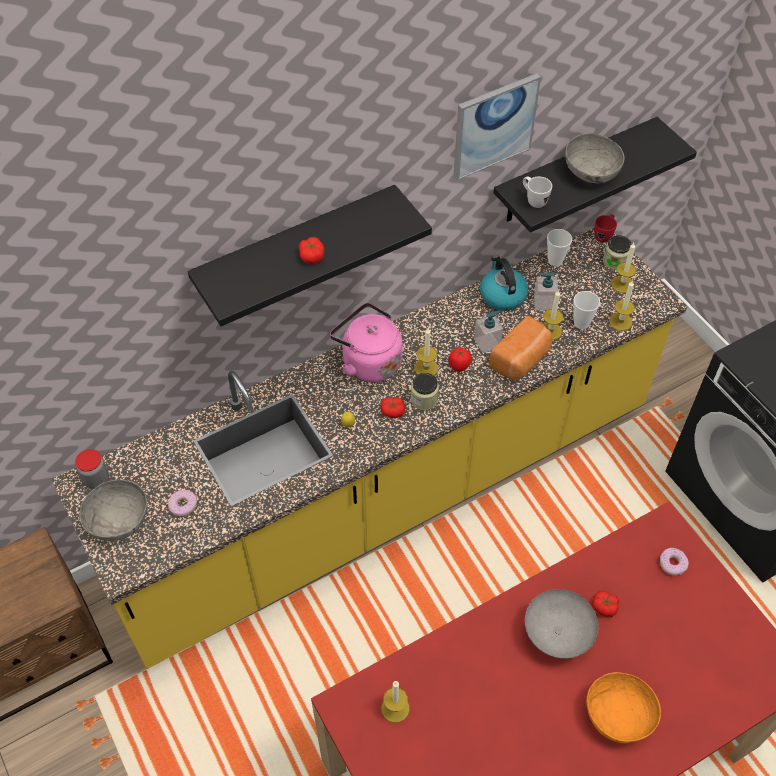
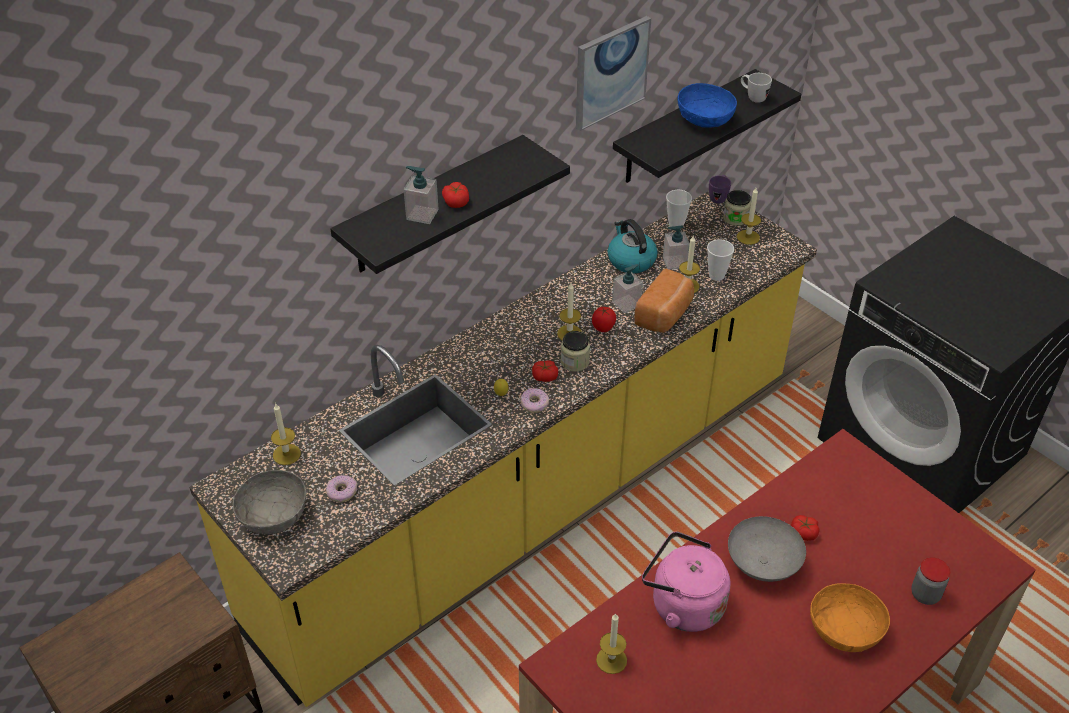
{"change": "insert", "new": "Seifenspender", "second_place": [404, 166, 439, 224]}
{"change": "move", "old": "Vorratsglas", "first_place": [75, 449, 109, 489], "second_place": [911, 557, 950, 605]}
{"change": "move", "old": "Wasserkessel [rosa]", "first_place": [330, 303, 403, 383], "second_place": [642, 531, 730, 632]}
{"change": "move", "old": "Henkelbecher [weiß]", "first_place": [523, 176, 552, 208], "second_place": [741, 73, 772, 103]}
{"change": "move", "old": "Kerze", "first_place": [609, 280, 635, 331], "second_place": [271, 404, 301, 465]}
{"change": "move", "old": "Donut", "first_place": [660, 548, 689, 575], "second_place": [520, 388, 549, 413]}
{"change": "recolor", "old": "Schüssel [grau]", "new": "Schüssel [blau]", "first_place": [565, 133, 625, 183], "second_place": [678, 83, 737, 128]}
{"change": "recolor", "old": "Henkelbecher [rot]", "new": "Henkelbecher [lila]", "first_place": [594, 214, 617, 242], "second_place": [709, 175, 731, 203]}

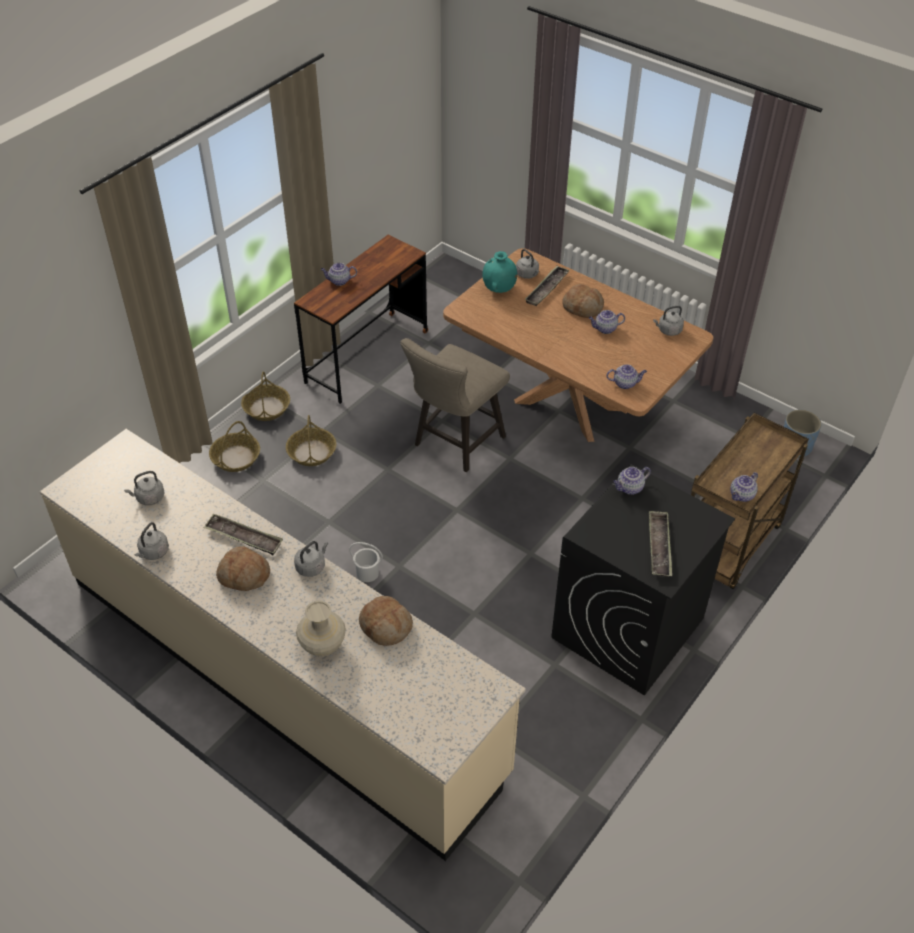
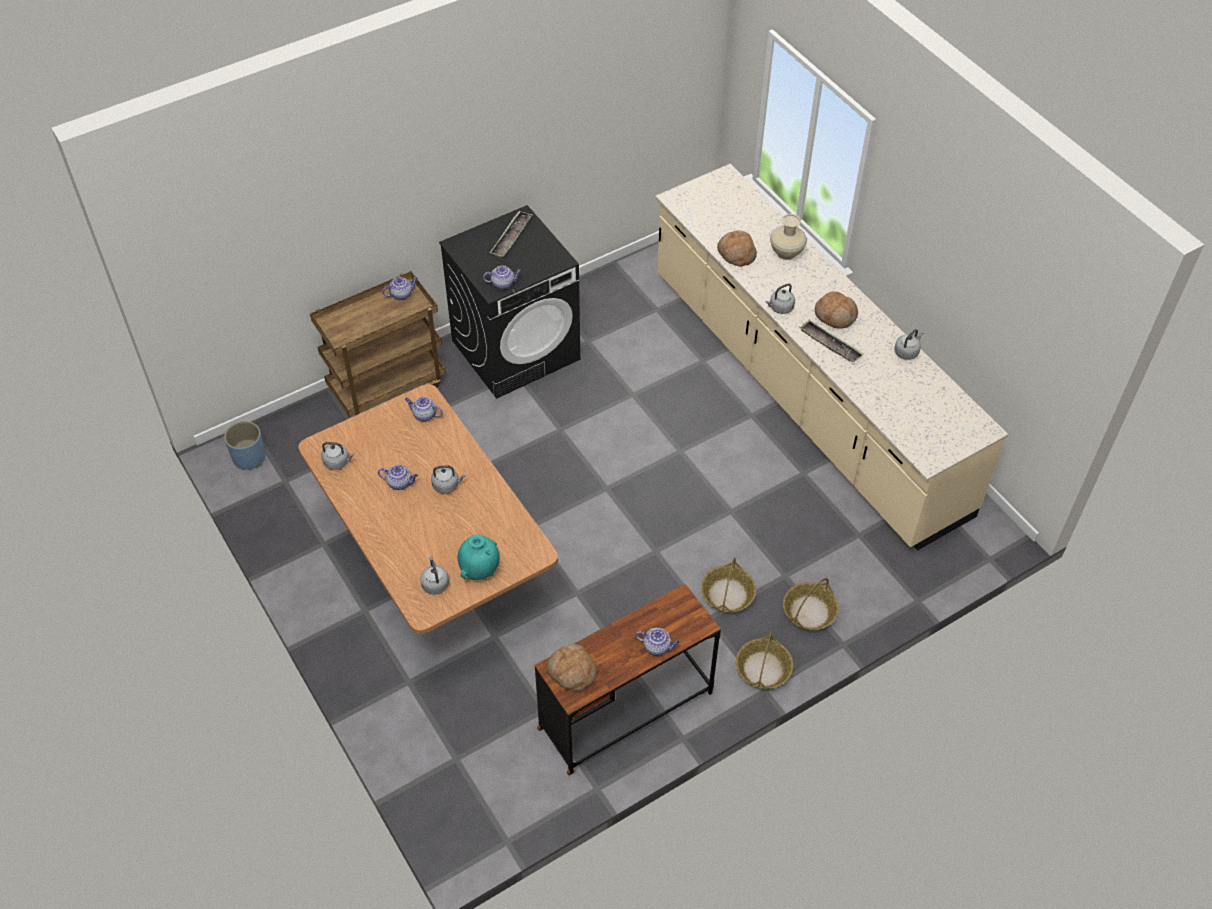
{"change": "delete", "old": "Eimer [weiß]", "first_place": [349, 542, 383, 582]}
{"change": "delete", "old": "Hocker [beige]", "first_place": [400, 338, 510, 472]}
{"change": "delete", "old": "Tablett", "first_place": [524, 266, 570, 306]}
{"change": "move", "old": "Wasserkessel [grau]", "first_place": [124, 471, 164, 505], "second_place": [431, 466, 466, 494]}
{"change": "move", "old": "Brot", "first_place": [562, 284, 604, 318], "second_place": [546, 644, 597, 691]}

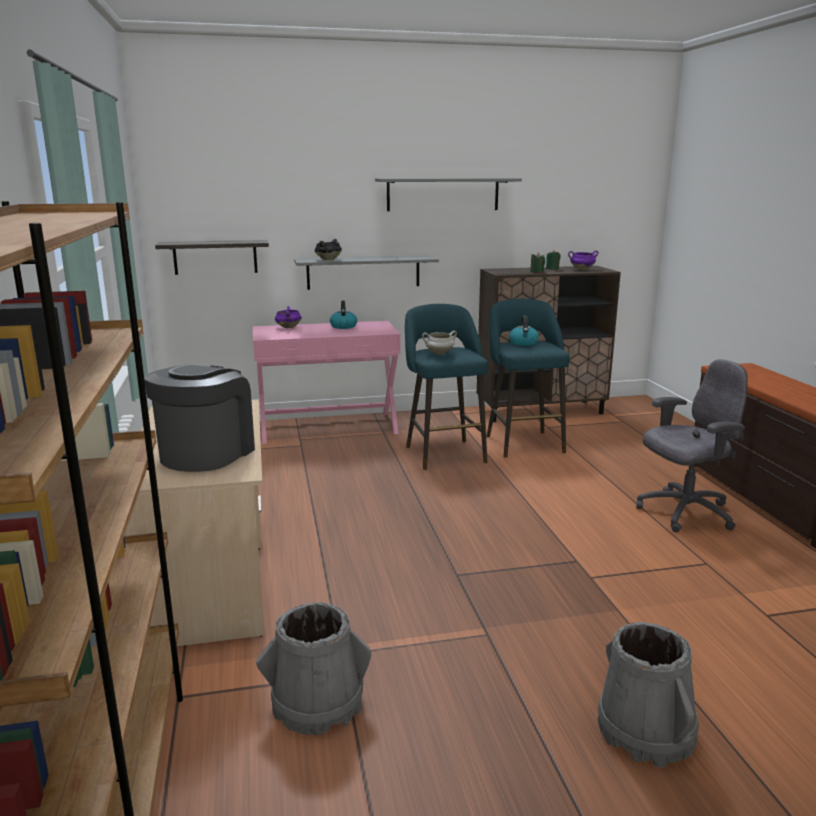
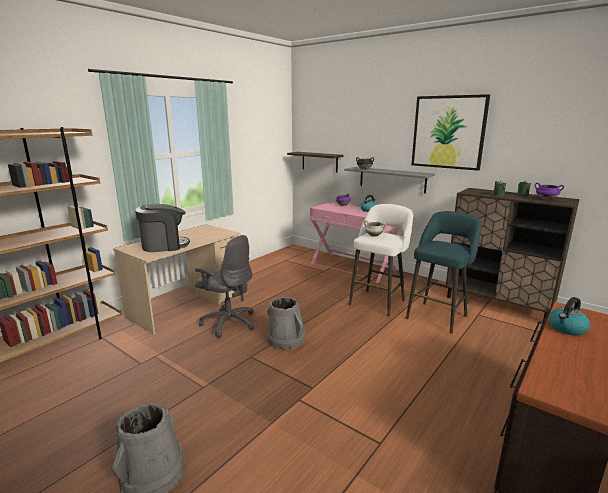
{"change": "move", "old": "Eimer [grau]", "first_place": [256, 602, 371, 735], "second_place": [267, 297, 306, 350]}
{"change": "move", "old": "Wasserkessel", "first_place": [509, 315, 539, 346], "second_place": [549, 297, 590, 335]}
{"change": "move", "old": "Bürostuhl [grau]", "first_place": [636, 359, 748, 532], "second_place": [195, 235, 254, 338]}
{"change": "replace", "old": "Wandregal [grau]", "new": "Bild", "first_place": [375, 178, 522, 211], "second_place": [411, 94, 490, 171]}
{"change": "recolor", "old": "Hocker [türkis]", "new": "Hocker [weiß]", "first_place": [405, 304, 488, 470], "second_place": [349, 204, 413, 316]}

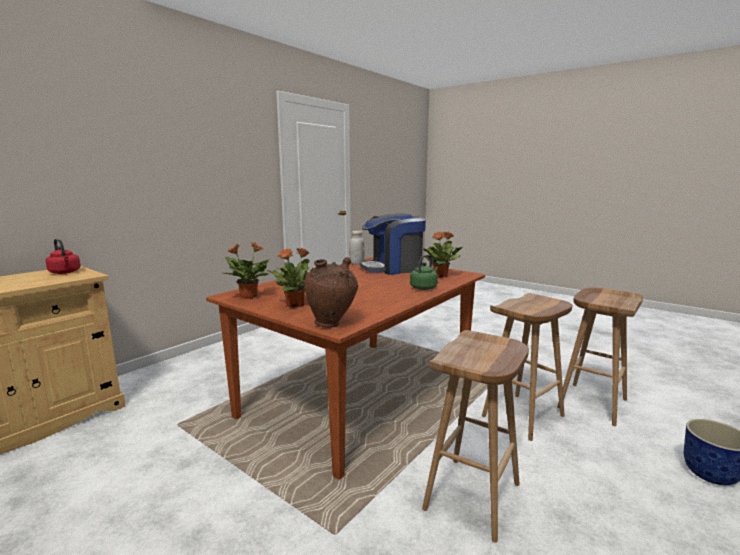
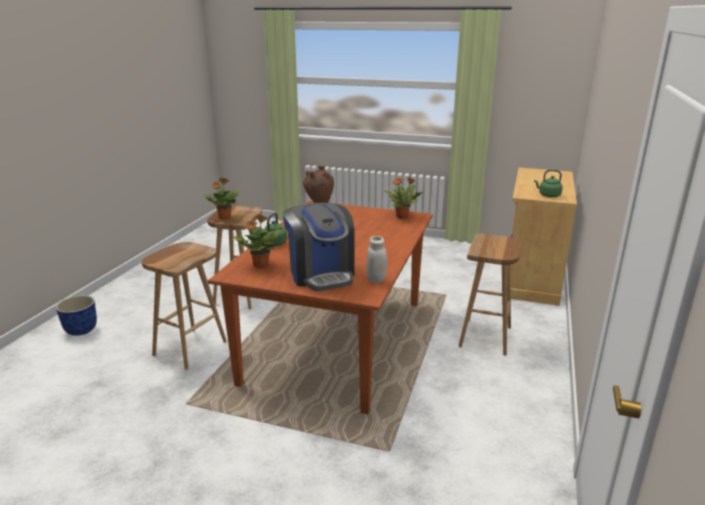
{"change": "move", "old": "Topfpflanze", "first_place": [266, 248, 313, 308], "second_place": [203, 178, 240, 220]}
{"change": "move", "old": "Hocker [braun]", "first_place": [557, 288, 643, 426], "second_place": [459, 233, 522, 356]}
{"change": "recolor", "old": "Wasserkessel [rot]", "new": "Wasserkessel [grün]", "first_place": [46, 239, 81, 274], "second_place": [534, 170, 563, 197]}
{"change": "rotate", "old": "Kaffeemaschine", "first_place": [360, 213, 426, 275], "second_place": [283, 203, 355, 291], "degrees": 105}

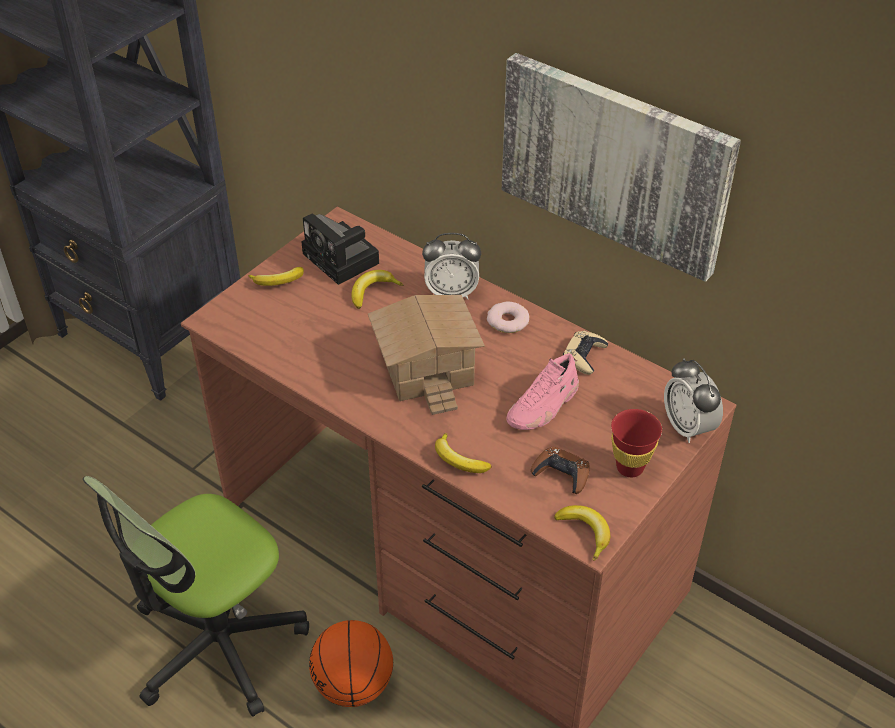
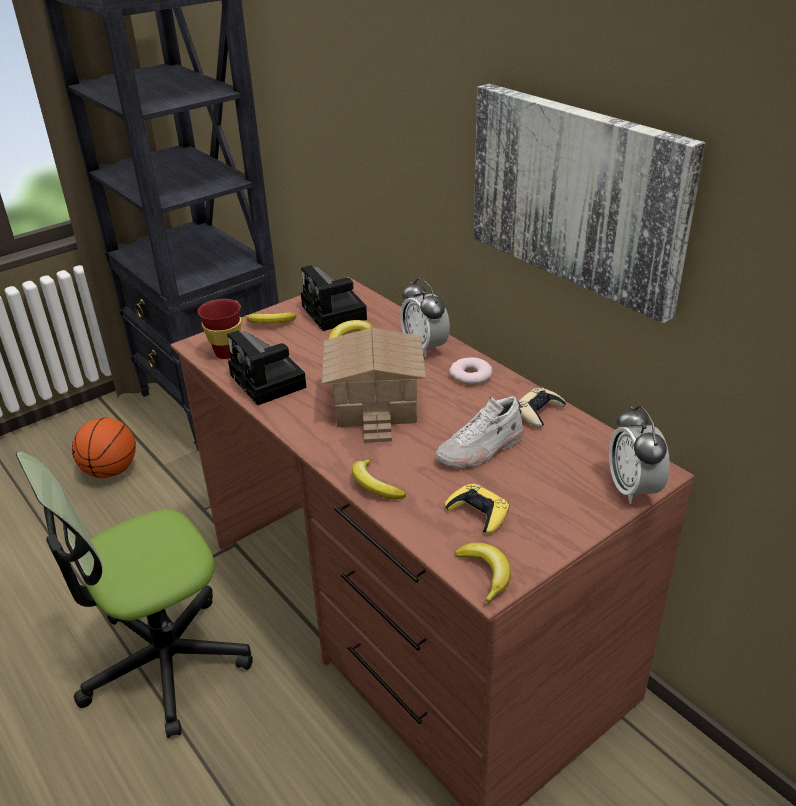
{"change": "insert", "new": "Kamera", "second_place": [227, 330, 307, 406]}
{"change": "move", "old": "Basketball", "first_place": [309, 620, 393, 707], "second_place": [72, 417, 136, 478]}
{"change": "move", "old": "Tasse [rot]", "first_place": [611, 409, 662, 477], "second_place": [198, 299, 241, 359]}
{"change": "recolor", "old": "Schuh [rosa]", "new": "Schuh [weiß]", "first_place": [506, 353, 579, 430], "second_place": [436, 396, 524, 468]}
{"change": "recolor", "old": "Gamepad [braun]", "new": "Gamepad [gelb]", "first_place": [531, 447, 589, 494], "second_place": [445, 484, 510, 535]}
{"change": "rotate", "old": "Wecker", "first_place": [422, 233, 481, 300], "second_place": [400, 278, 450, 358], "degrees": 45}

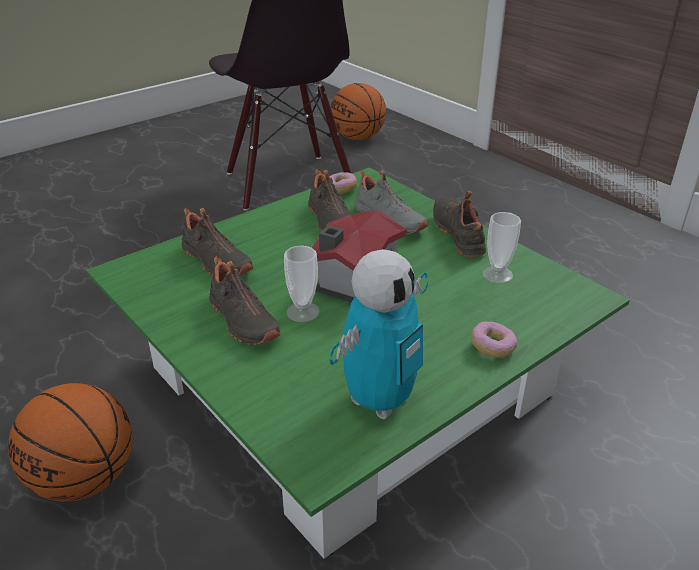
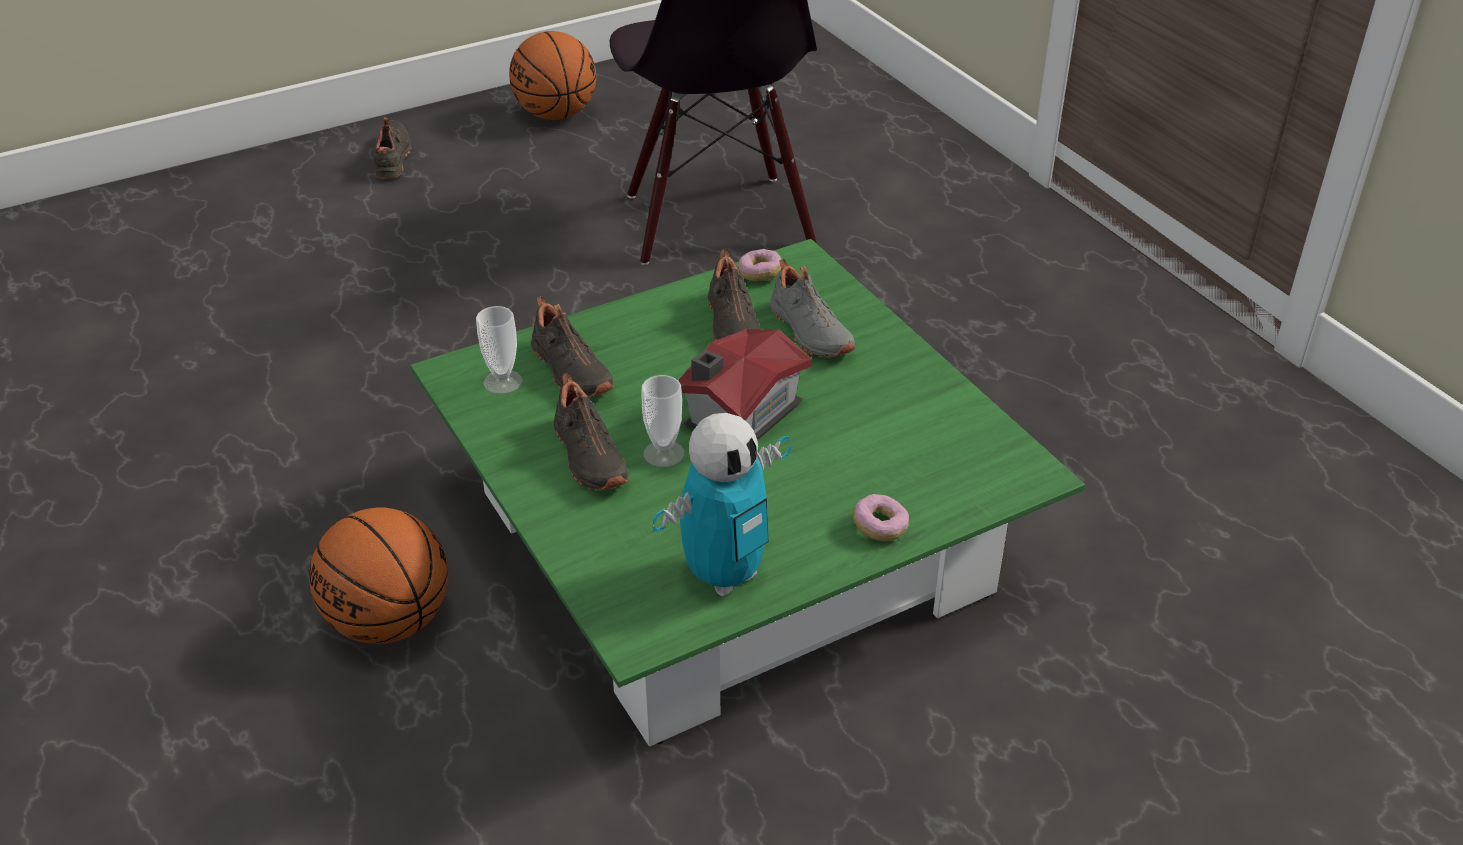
{"change": "move", "old": "Basketball", "first_place": [331, 83, 386, 140], "second_place": [509, 31, 596, 120]}
{"change": "move", "old": "Schuh [schwarz]", "first_place": [433, 191, 486, 257], "second_place": [374, 117, 411, 179]}
{"change": "move", "old": "Tasse", "first_place": [482, 212, 521, 284], "second_place": [476, 306, 522, 394]}

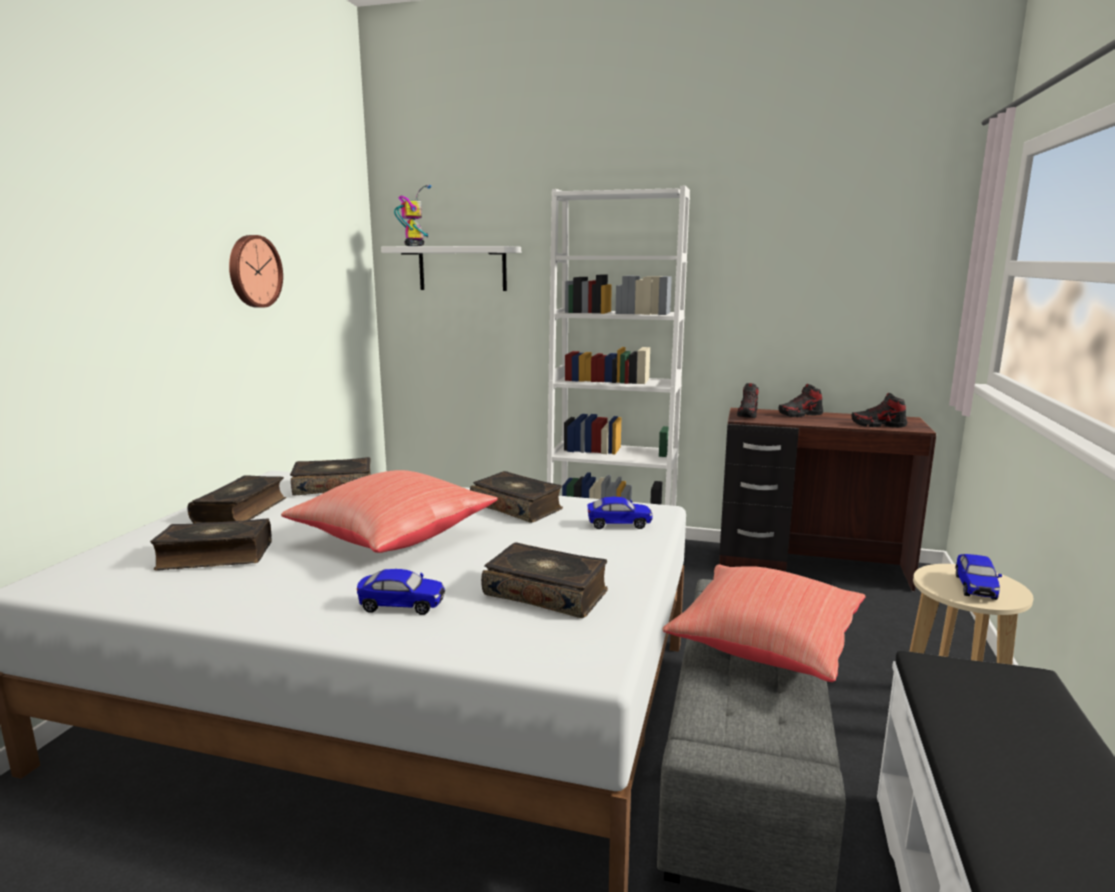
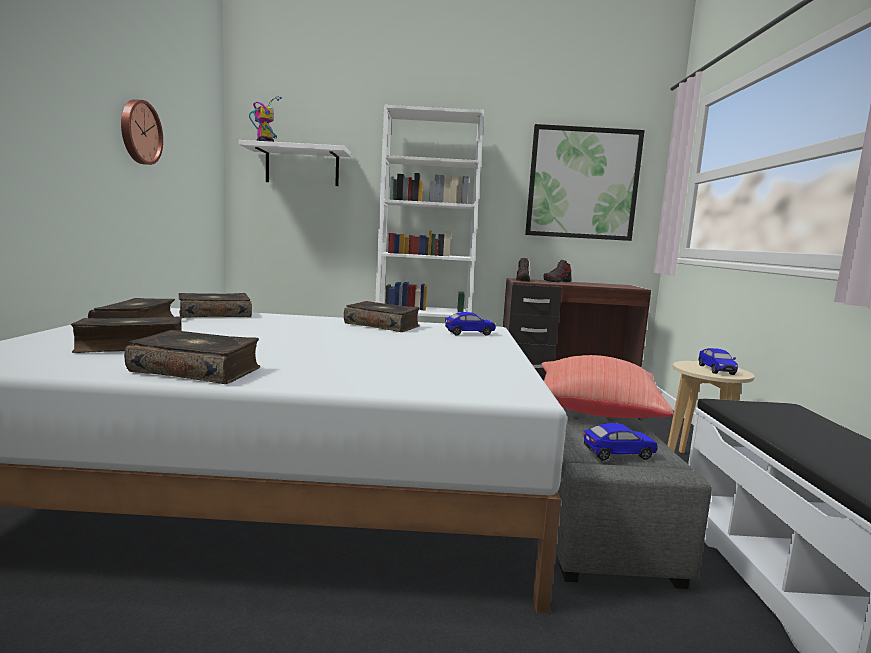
{"change": "delete", "old": "Kissen [rot]", "first_place": [281, 470, 498, 553]}
{"change": "delete", "old": "Schuh", "first_place": [852, 393, 907, 428]}
{"change": "insert", "new": "Bild", "second_place": [525, 124, 645, 241]}
{"change": "move", "old": "Spielzeugauto", "first_place": [357, 569, 445, 615], "second_place": [584, 423, 658, 461]}
{"change": "move", "old": "Buch", "first_place": [481, 543, 608, 618], "second_place": [124, 330, 260, 384]}

